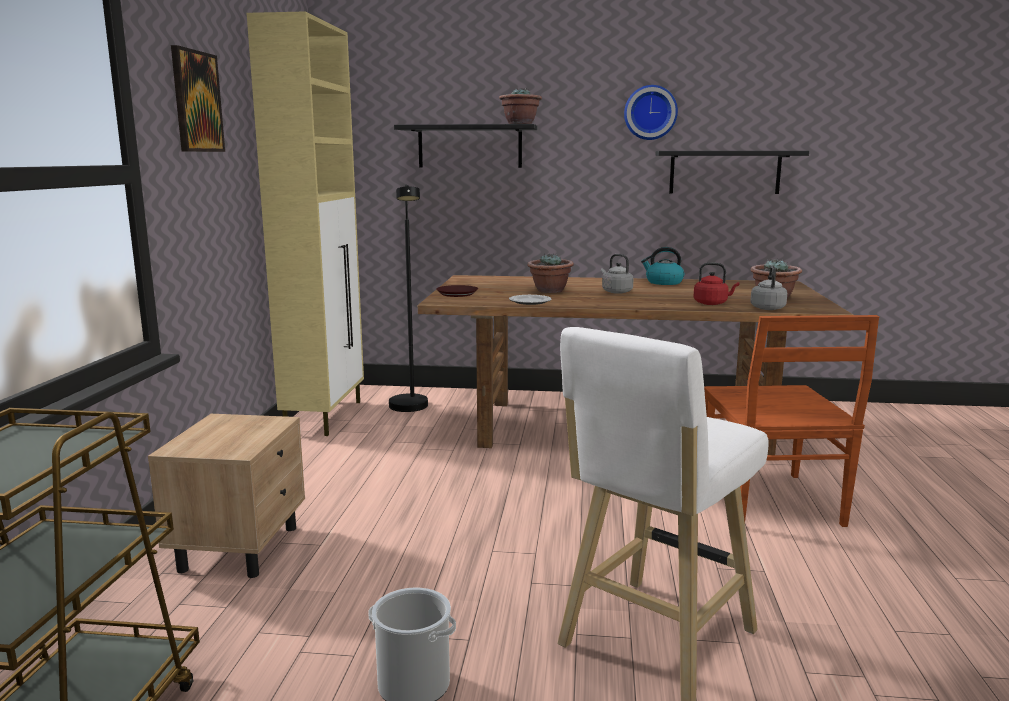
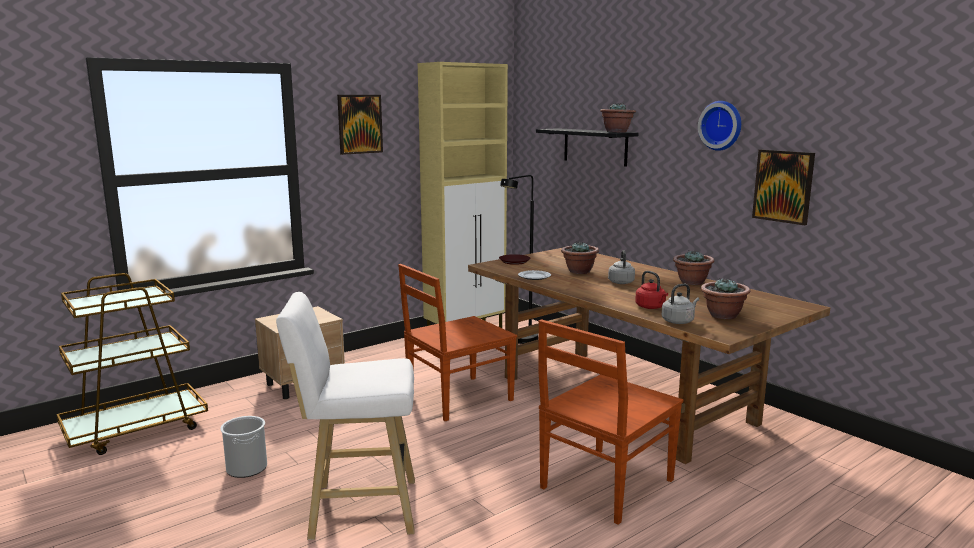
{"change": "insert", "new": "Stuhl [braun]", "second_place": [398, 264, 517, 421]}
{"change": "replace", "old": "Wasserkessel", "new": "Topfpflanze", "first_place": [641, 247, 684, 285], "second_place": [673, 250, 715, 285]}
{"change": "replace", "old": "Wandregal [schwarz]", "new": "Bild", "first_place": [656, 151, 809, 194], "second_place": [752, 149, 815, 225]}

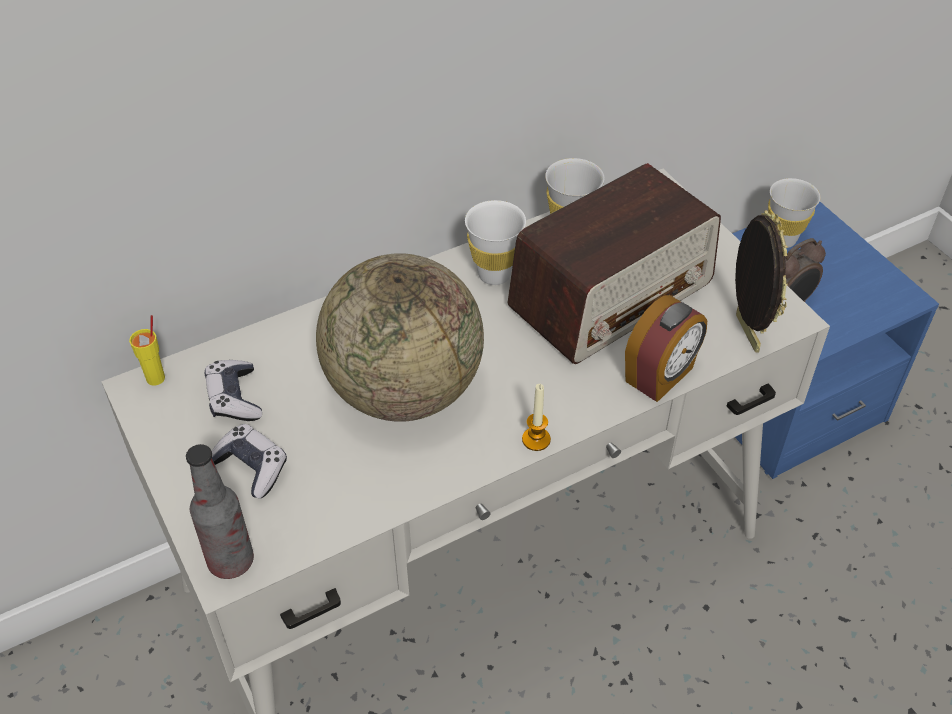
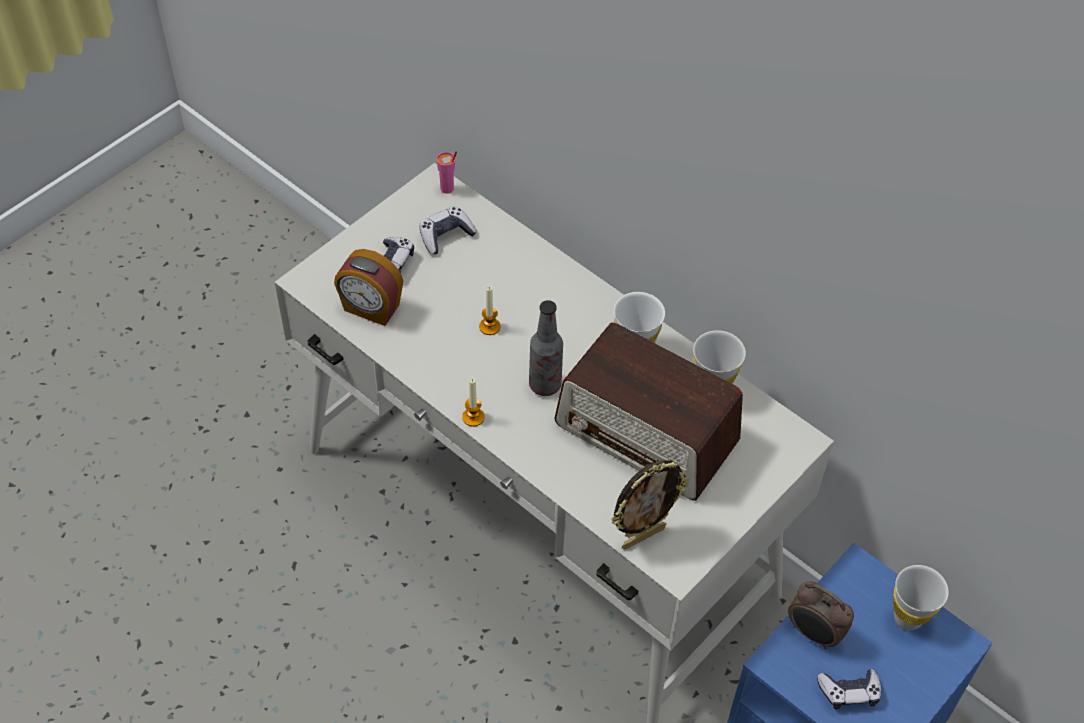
{"change": "insert", "new": "Gamepad", "second_place": [817, 669, 881, 709]}
{"change": "move", "old": "Flasche", "first_place": [186, 444, 254, 579], "second_place": [529, 300, 563, 396]}
{"change": "move", "old": "Wecker", "first_place": [625, 295, 707, 402], "second_place": [334, 249, 403, 326]}
{"change": "replace", "old": "Globus", "new": "Kerze", "first_place": [316, 253, 484, 422], "second_place": [479, 286, 500, 335]}
{"change": "recolor", "old": "Tasse [gelb]", "new": "Tasse [rosa]", "first_place": [129, 315, 165, 386], "second_place": [437, 151, 457, 194]}

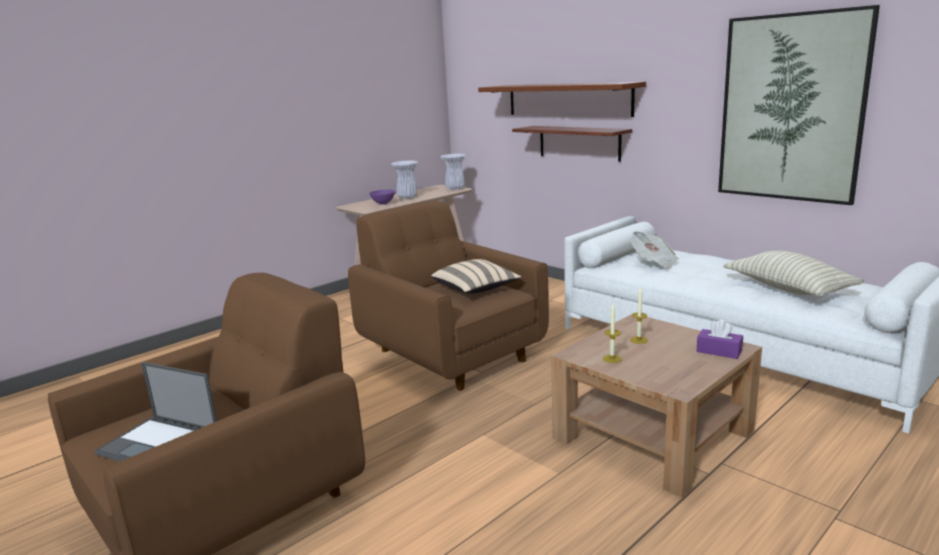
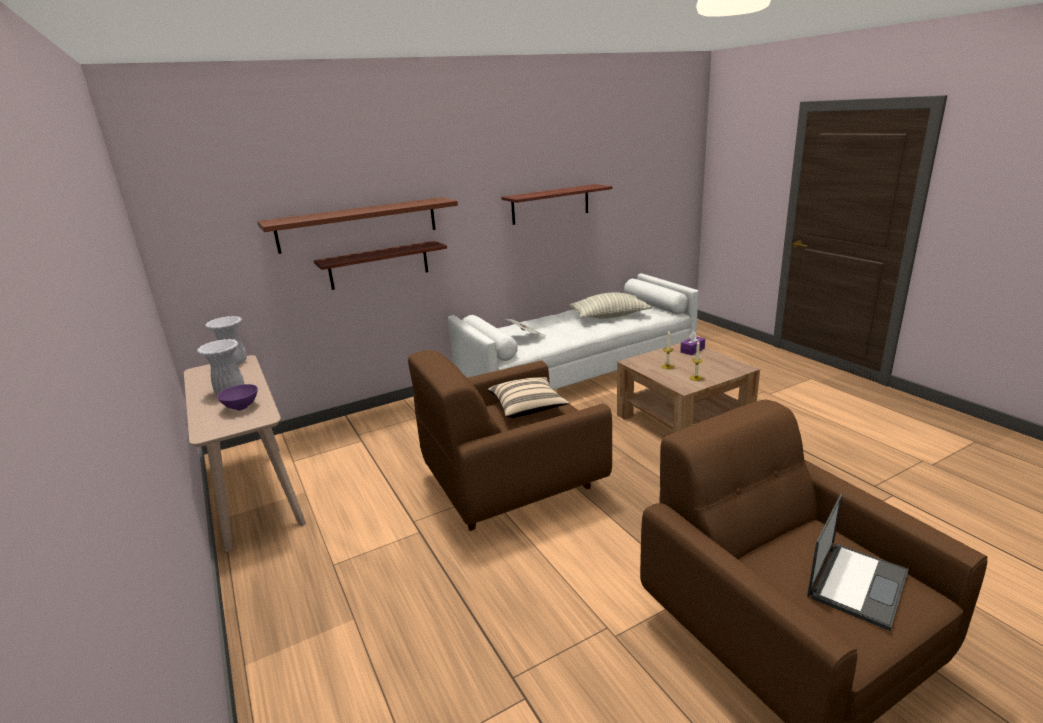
{"change": "replace", "old": "Bild", "new": "Wandregal", "first_place": [718, 5, 880, 205], "second_place": [501, 184, 612, 225]}

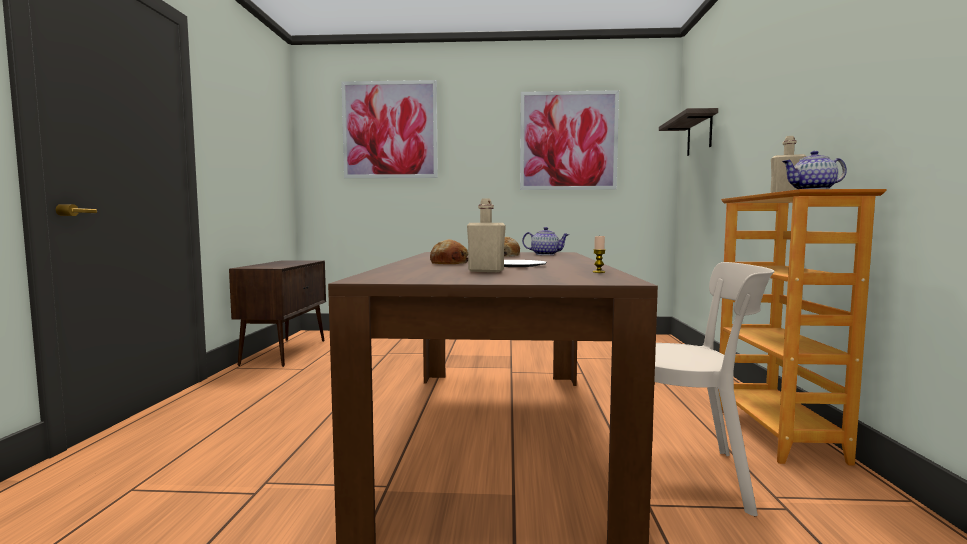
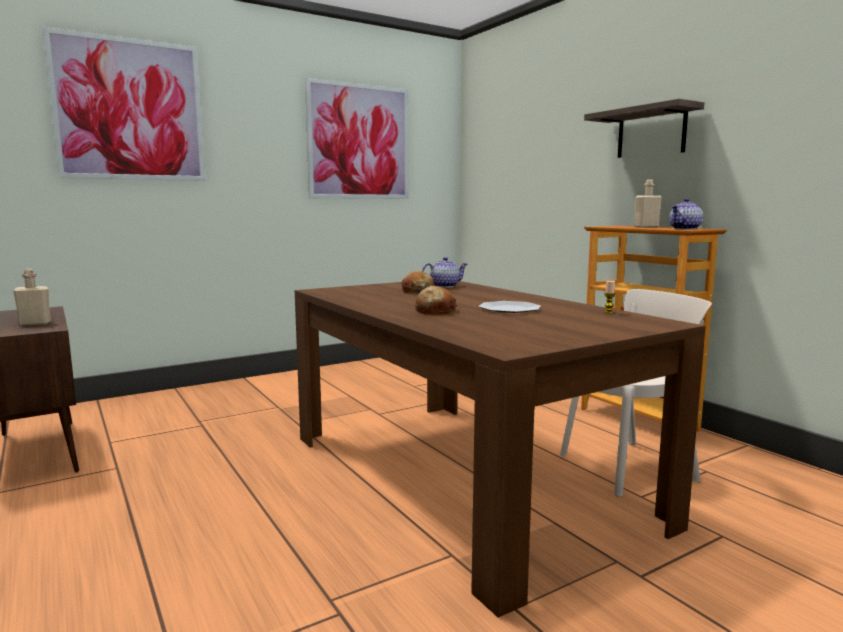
{"change": "move", "old": "Flasche [beige]", "first_place": [467, 198, 506, 272], "second_place": [13, 269, 51, 326]}
{"change": "move", "old": "Wandregal", "first_place": [659, 108, 718, 156], "second_place": [584, 99, 704, 158]}

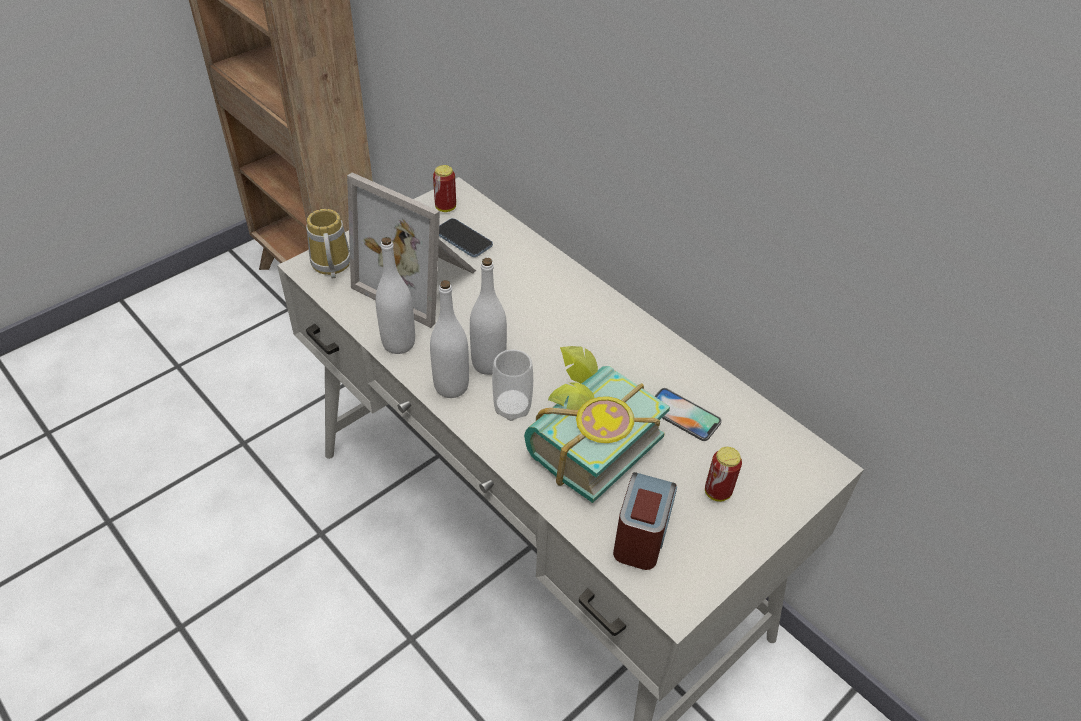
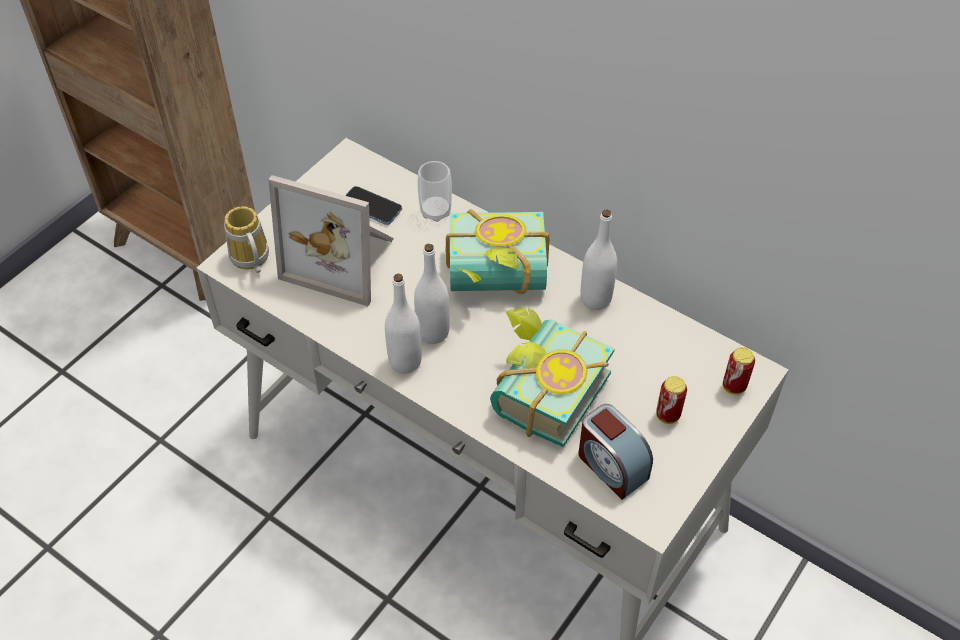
{"change": "delete", "old": "Handy", "first_place": [655, 388, 722, 441]}
{"change": "insert", "new": "Buch", "second_place": [445, 209, 550, 294]}
{"change": "move", "old": "Flasche [weiß]", "first_place": [375, 237, 415, 354], "second_place": [580, 210, 617, 310]}
{"change": "move", "old": "Dose", "first_place": [433, 165, 456, 212], "second_place": [723, 347, 755, 395]}
{"change": "move", "old": "Tasse", "first_place": [492, 349, 533, 421], "second_place": [418, 161, 452, 222]}
{"change": "rotate", "old": "Wecker", "first_place": [613, 472, 677, 570], "second_place": [579, 404, 653, 500], "degrees": 135}

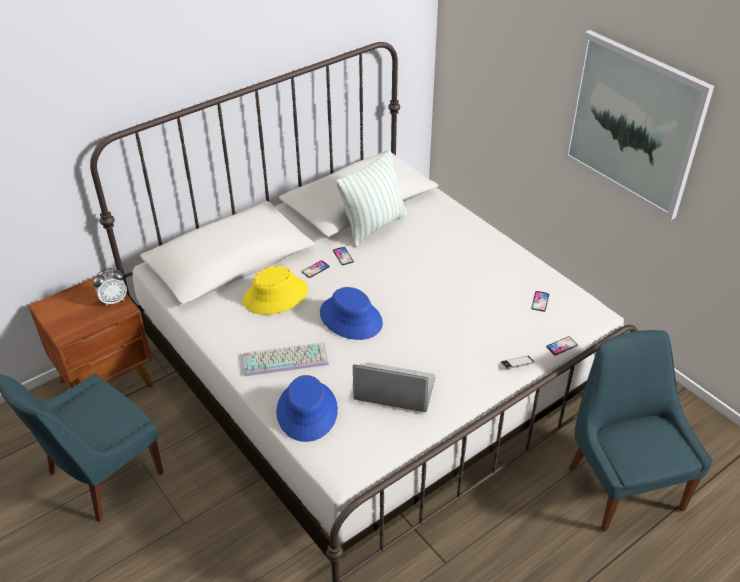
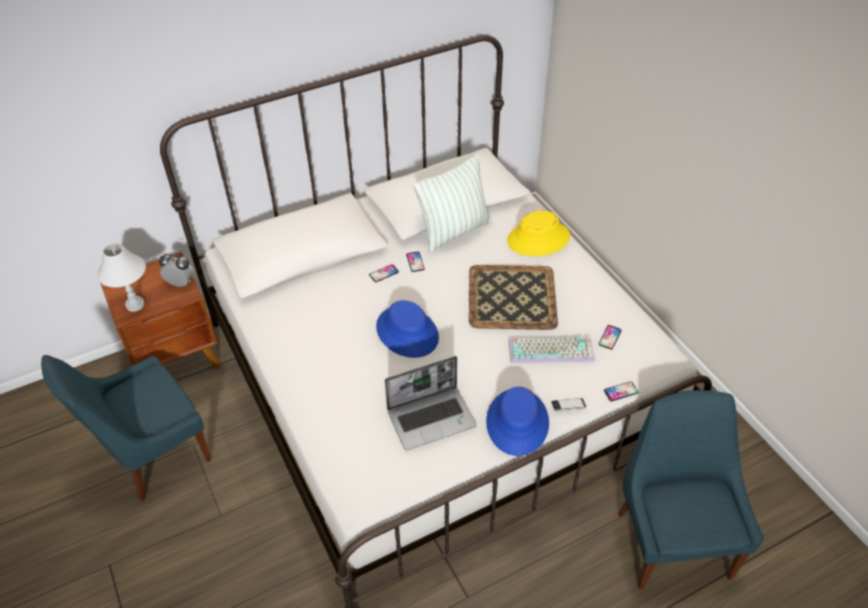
{"change": "delete", "old": "Bild", "first_place": [563, 30, 714, 220]}
{"change": "insert", "new": "Tischlampe [weiß]", "second_place": [97, 243, 146, 312]}
{"change": "insert", "new": "Tablett", "second_place": [469, 265, 558, 330]}
{"change": "move", "old": "Hut [gelb]", "first_place": [243, 266, 308, 315], "second_place": [507, 210, 570, 256]}
{"change": "move", "old": "Tastatur", "first_place": [243, 342, 329, 376], "second_place": [509, 337, 595, 363]}
{"change": "move", "old": "Hut [blau]", "first_place": [276, 375, 338, 442], "second_place": [486, 387, 549, 456]}
{"change": "rotate", "old": "Wecker", "first_place": [93, 268, 127, 306], "second_place": [159, 254, 193, 287], "degrees": -150}
{"change": "rotate", "old": "Laptop", "first_place": [353, 362, 435, 412], "second_place": [385, 356, 477, 450], "degrees": 135}

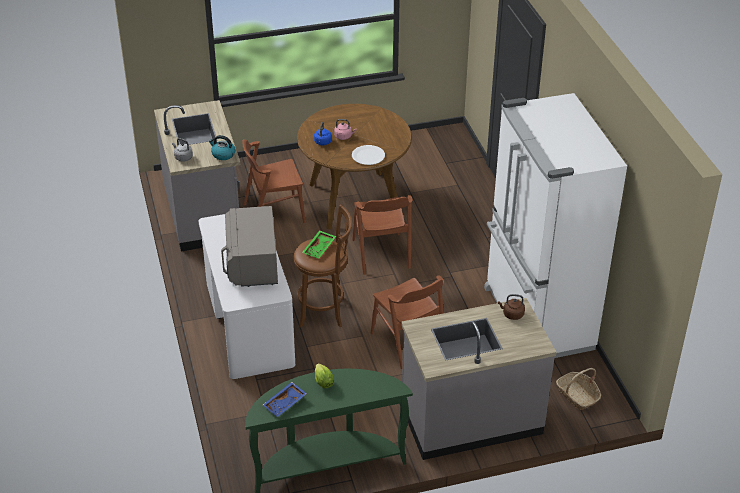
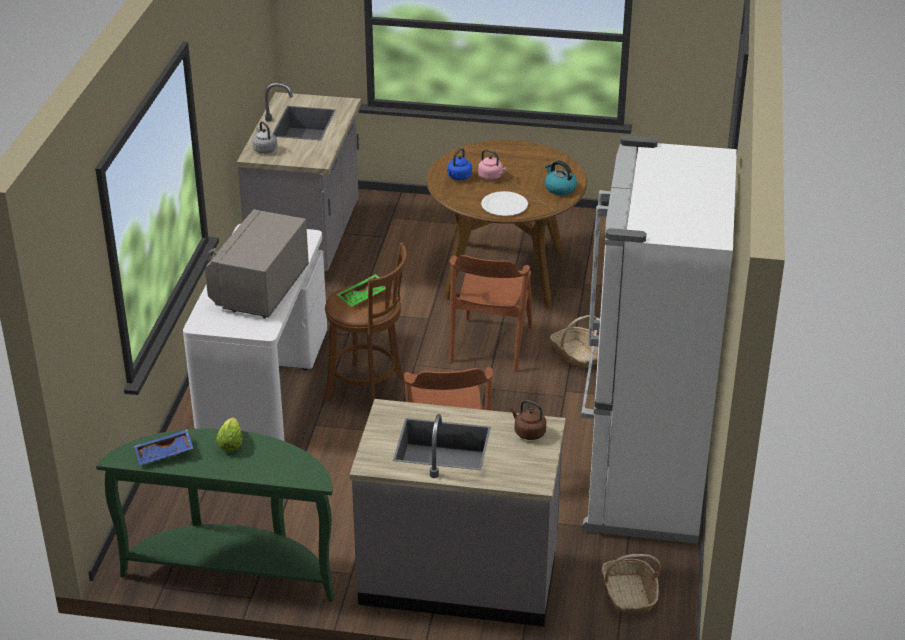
{"change": "delete", "old": "Stuhl [braun]", "first_place": [243, 139, 306, 223]}
{"change": "insert", "new": "Korb", "second_place": [550, 315, 599, 369]}
{"change": "move", "old": "Wasserkessel", "first_place": [209, 135, 235, 160], "second_place": [545, 160, 577, 195]}

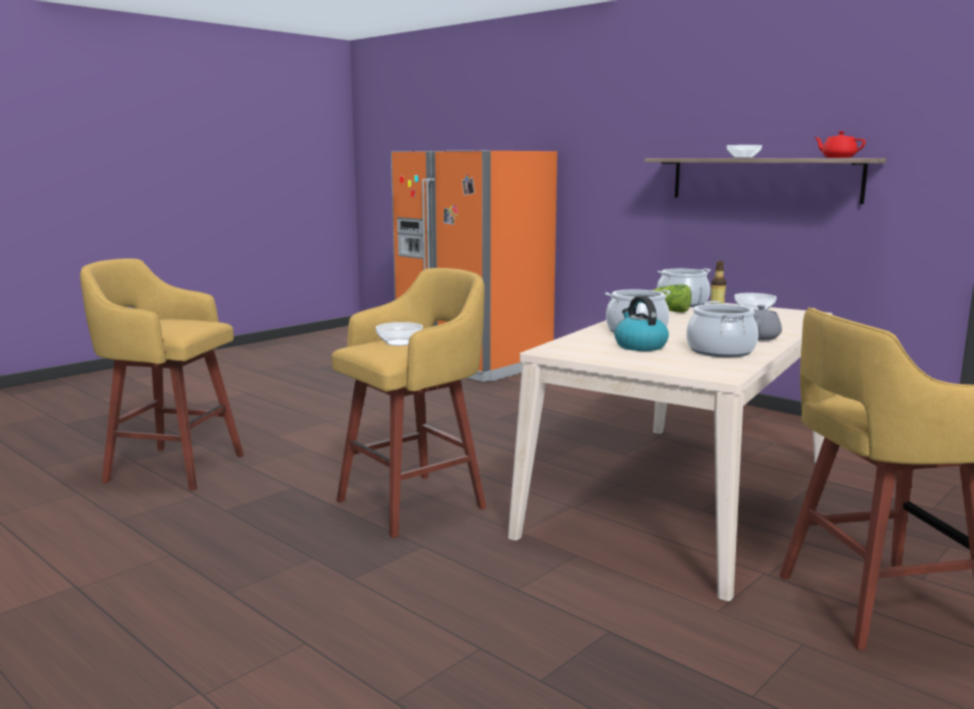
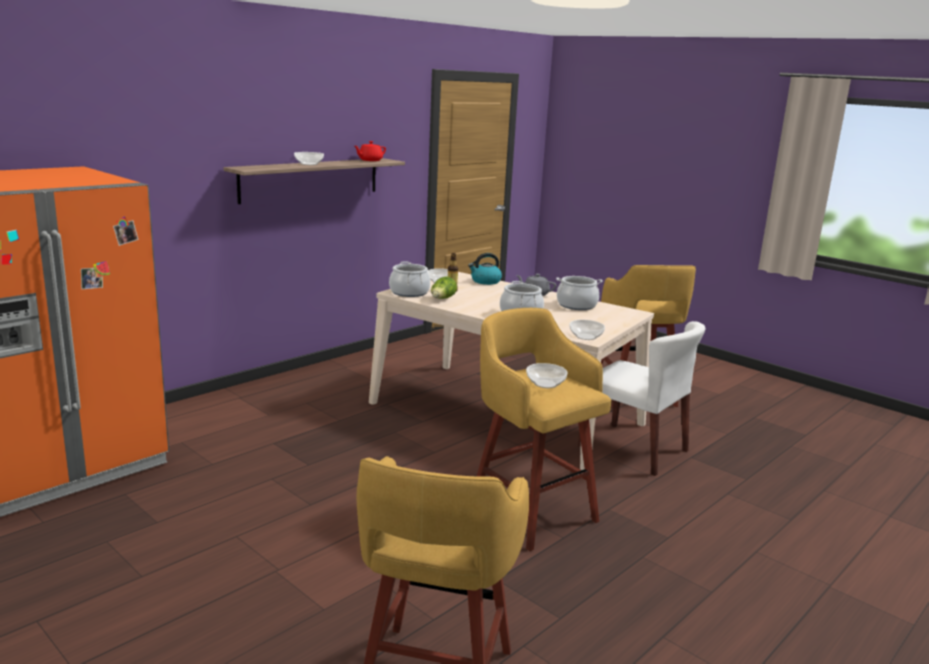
{"change": "insert", "new": "Schüssel", "second_place": [569, 320, 605, 340]}
{"change": "insert", "new": "Stuhl [weiß]", "second_place": [578, 321, 705, 476]}
{"change": "move", "old": "Wasserkessel", "first_place": [614, 296, 669, 351], "second_place": [468, 253, 502, 285]}

